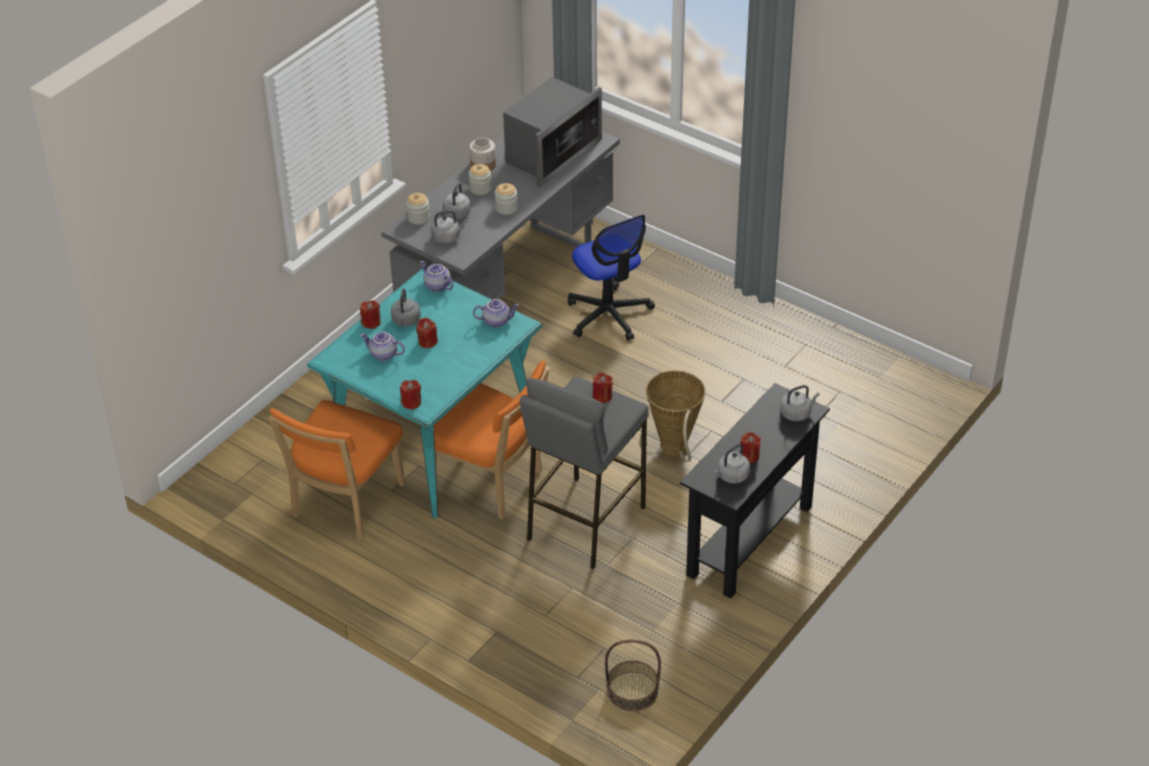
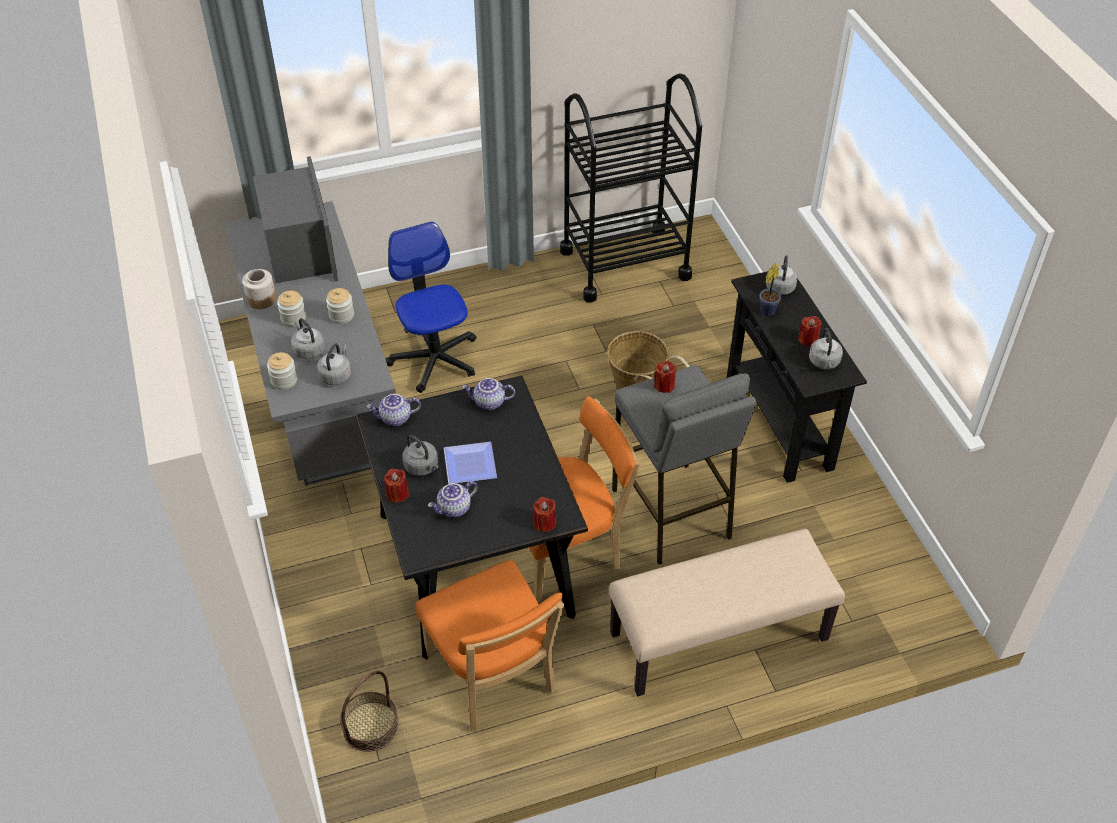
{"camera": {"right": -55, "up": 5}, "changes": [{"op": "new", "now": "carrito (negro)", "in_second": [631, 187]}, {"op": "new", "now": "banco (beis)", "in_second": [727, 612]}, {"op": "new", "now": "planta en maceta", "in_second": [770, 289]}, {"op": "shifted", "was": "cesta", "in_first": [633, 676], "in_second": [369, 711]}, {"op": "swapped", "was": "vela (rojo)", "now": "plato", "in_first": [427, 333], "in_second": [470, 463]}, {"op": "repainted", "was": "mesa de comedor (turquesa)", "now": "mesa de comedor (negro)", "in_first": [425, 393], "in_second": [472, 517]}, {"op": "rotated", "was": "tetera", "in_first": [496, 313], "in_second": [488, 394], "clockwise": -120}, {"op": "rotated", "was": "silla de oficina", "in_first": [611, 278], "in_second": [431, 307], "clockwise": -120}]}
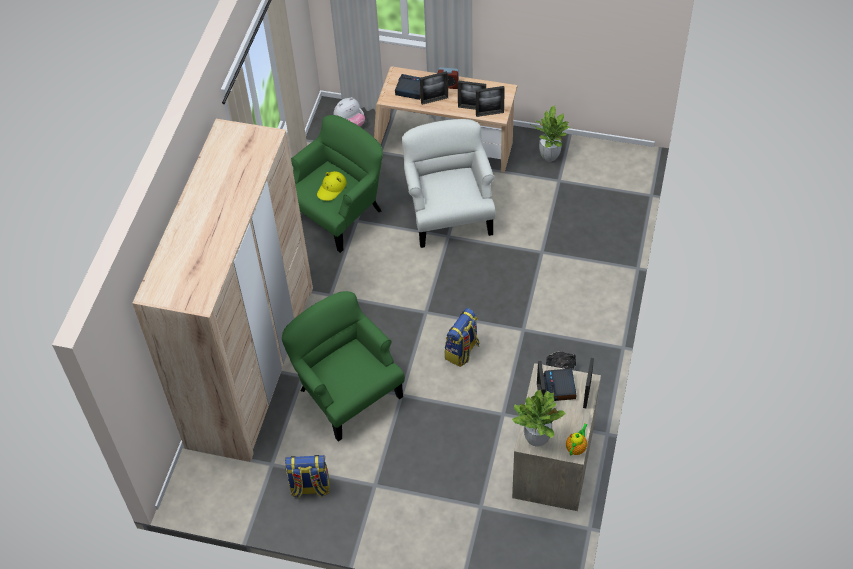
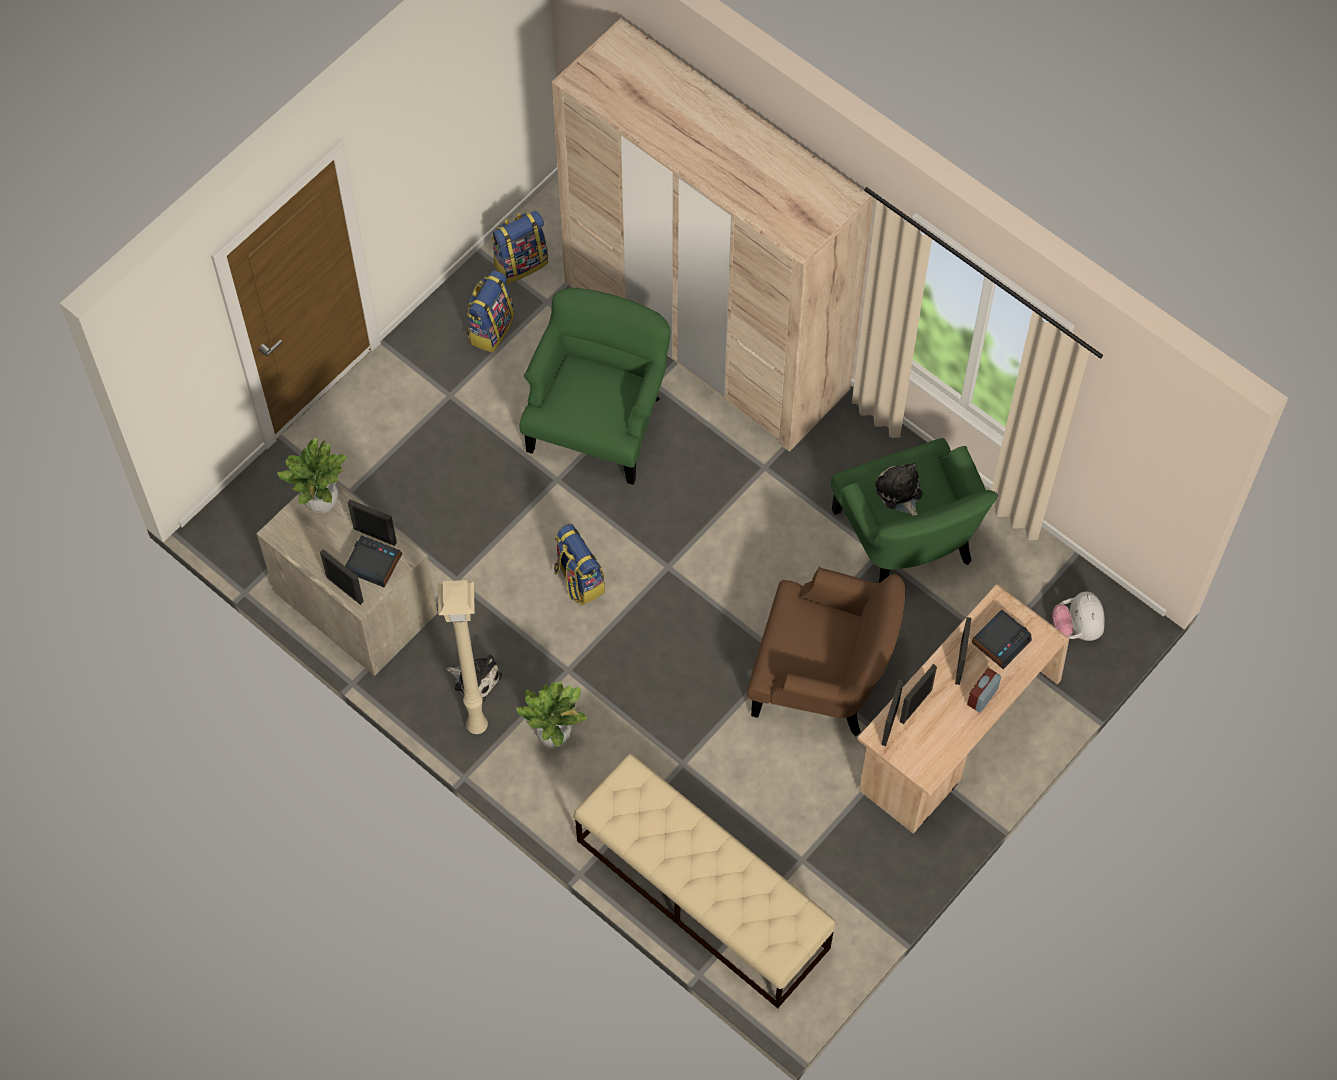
{"camera": {"right": 115, "up": 10}, "changes": [{"op": "gone", "was": "tetera", "in_first": [577, 440]}, {"op": "new", "now": "lámpara de pie (beis)", "in_second": [463, 657]}, {"op": "new", "now": "mochila", "in_second": [520, 247]}, {"op": "new", "now": "banco (beis)", "in_second": [705, 881]}, {"op": "shifted", "was": "planta en maceta", "in_first": [550, 133], "in_second": [551, 714]}, {"op": "swapped", "was": "sombrero (amarillo)", "now": "peluche", "in_first": [332, 186], "in_second": [899, 489]}, {"op": "repainted", "was": "sillón (blanco)", "now": "sillón (marrón)", "in_first": [449, 183], "in_second": [826, 652]}, {"op": "rotated", "was": "sillón (verde)", "in_first": [343, 366], "in_second": [595, 386], "clockwise": -60}]}
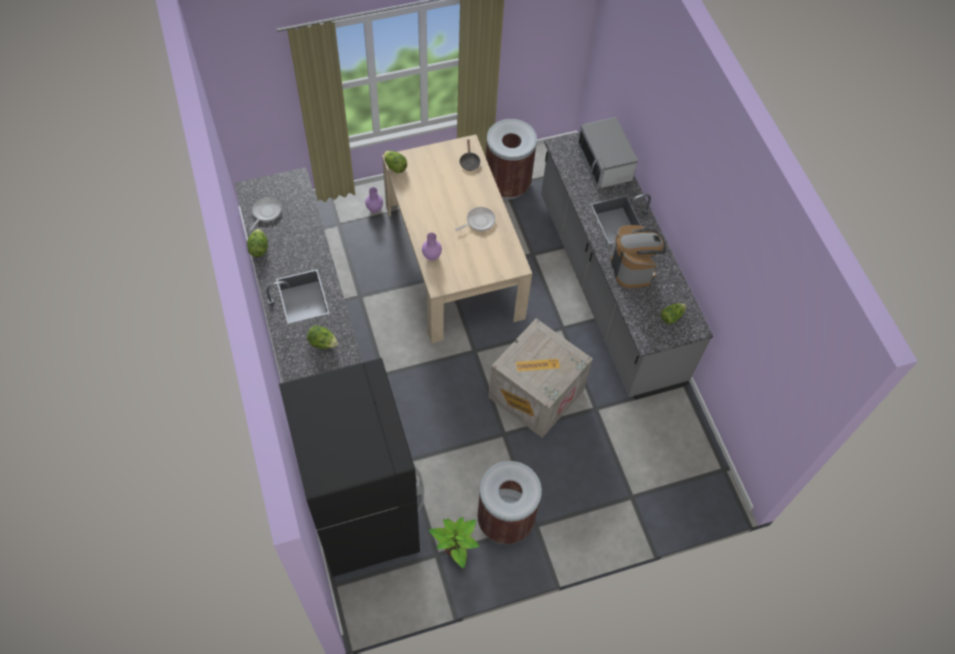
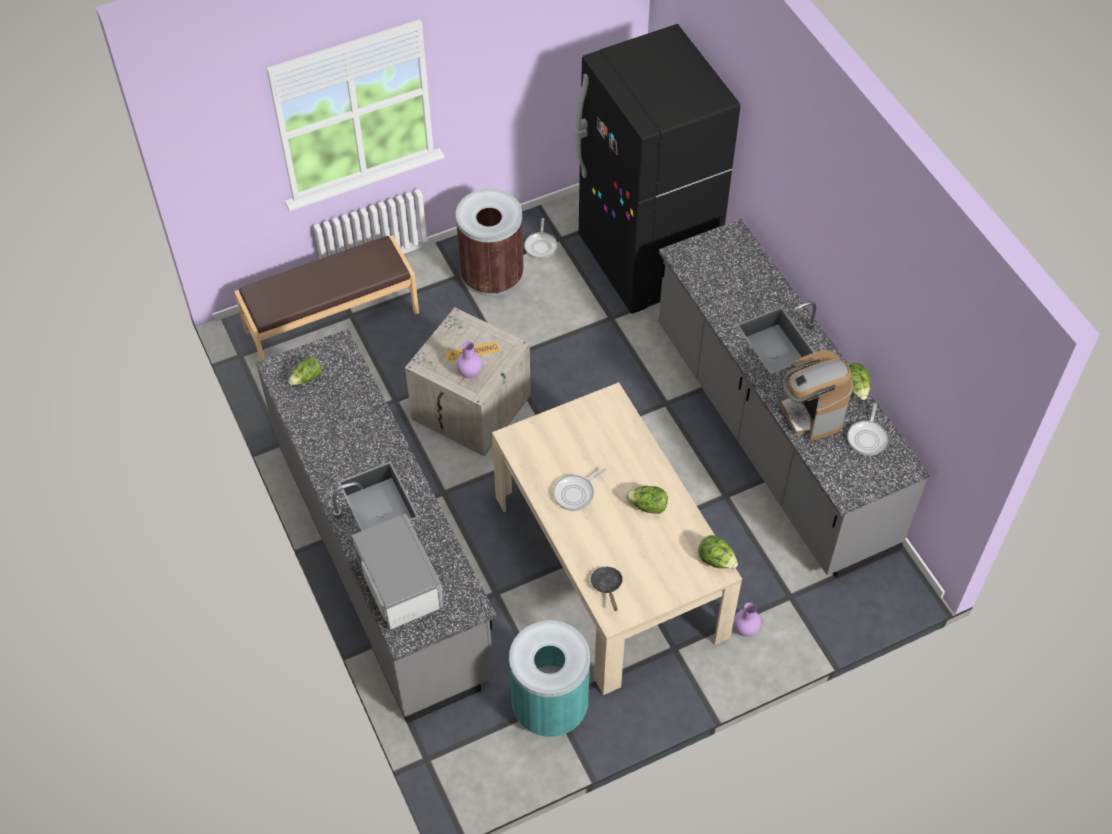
{"camera": {"right": 175, "up": -5}, "changes": [{"op": "new", "now": "banco (marrón)", "in_second": [326, 298]}, {"op": "shifted", "was": "lechuga", "in_first": [322, 337], "in_second": [647, 500]}, {"op": "shifted", "was": "florero (morado)", "in_first": [432, 246], "in_second": [469, 359]}, {"op": "shifted", "was": "cafetera", "in_first": [638, 256], "in_second": [816, 395]}, {"op": "swapped", "was": "planta en maceta", "now": "sartén", "in_first": [454, 542], "in_second": [541, 238]}, {"op": "repainted", "was": "papelera (marrón)", "now": "papelera (turquesa)", "in_first": [511, 159], "in_second": [549, 678]}]}
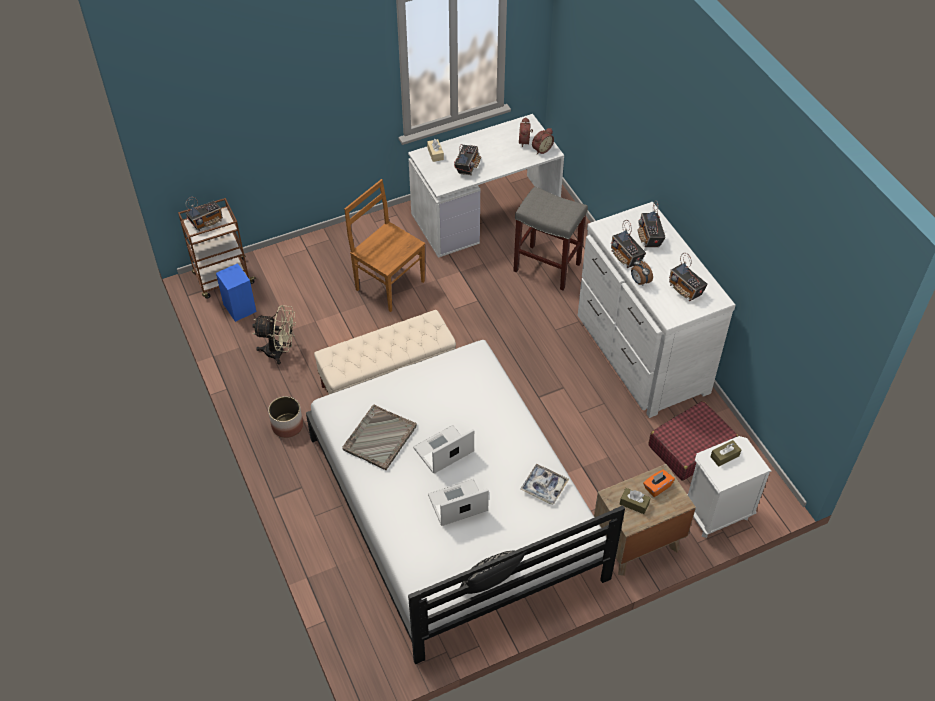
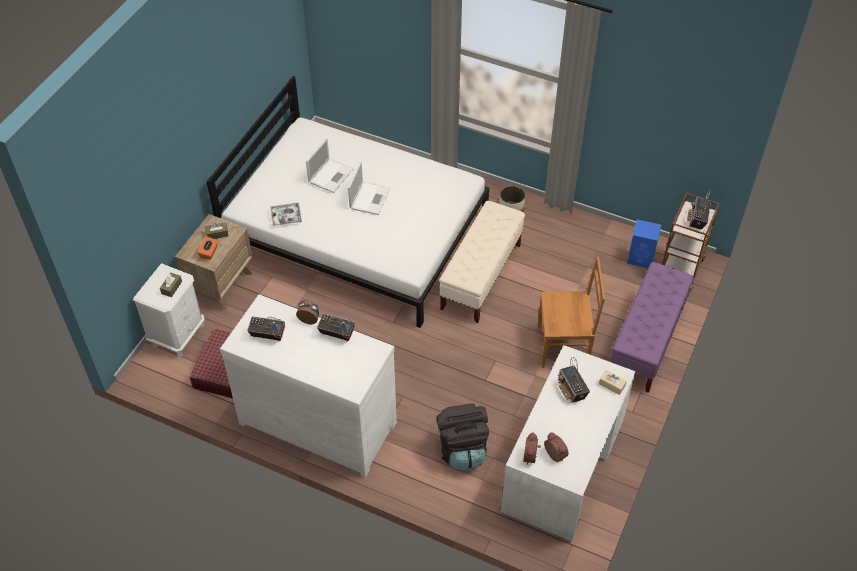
{"camera": {"right": 140, "up": 0}, "changes": [{"op": "gone", "was": "ventilador (beis)", "in_first": [274, 334]}, {"op": "gone", "was": "bandeja (gris)", "in_first": [379, 438]}, {"op": "gone", "was": "cojín (negro)", "in_first": [493, 572]}, {"op": "gone", "was": "radio", "in_first": [652, 224]}, {"op": "new", "now": "banco (morado)", "in_second": [652, 327]}, {"op": "swapped", "was": "taburete (gris)", "now": "mochila (negro)", "in_first": [550, 238], "in_second": [463, 437]}]}
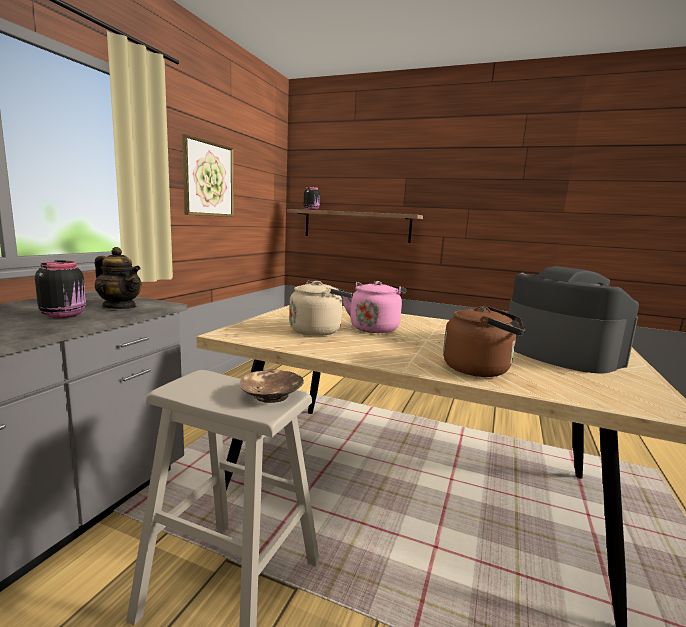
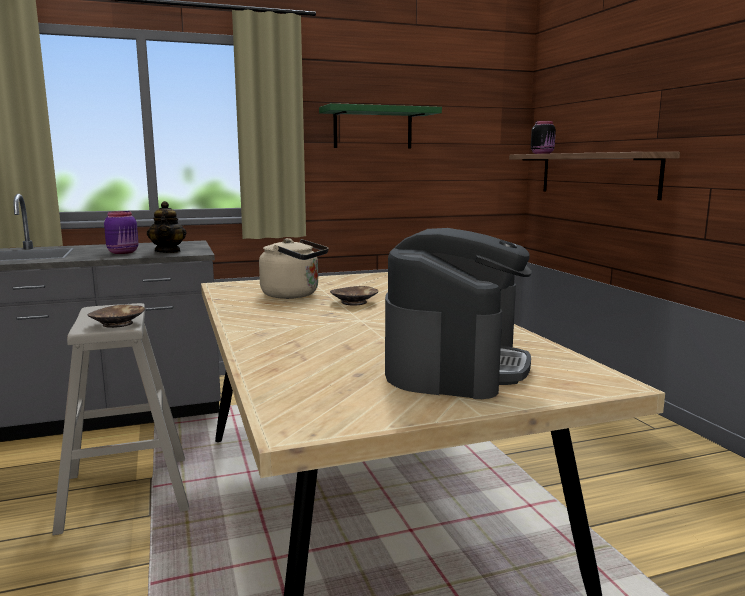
{"camera": {"right": 50, "up": 0}, "changes": [{"op": "gone", "was": "hervidor (marrón)", "in_first": [484, 341]}, {"op": "swapped", "was": "cuadro", "now": "estante (verde)", "in_first": [208, 175], "in_second": [380, 126]}, {"op": "swapped", "was": "hervidor (rosa)", "now": "cuenco (marrón)", "in_first": [374, 307], "in_second": [354, 295]}, {"op": "repainted", "was": "tarro (negro)", "now": "tarro (morado)", "in_first": [60, 289], "in_second": [121, 232]}]}
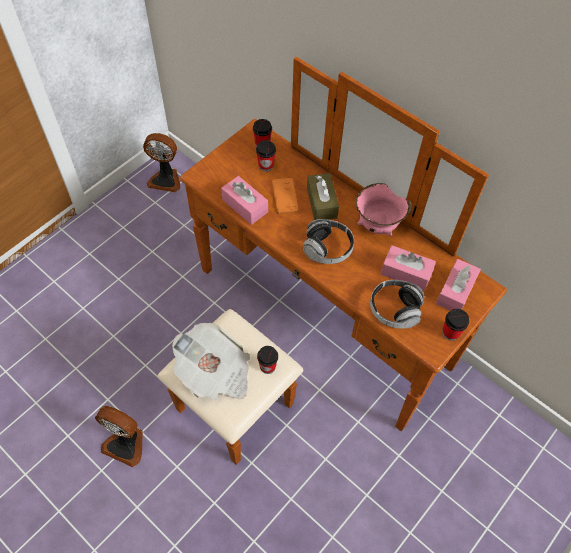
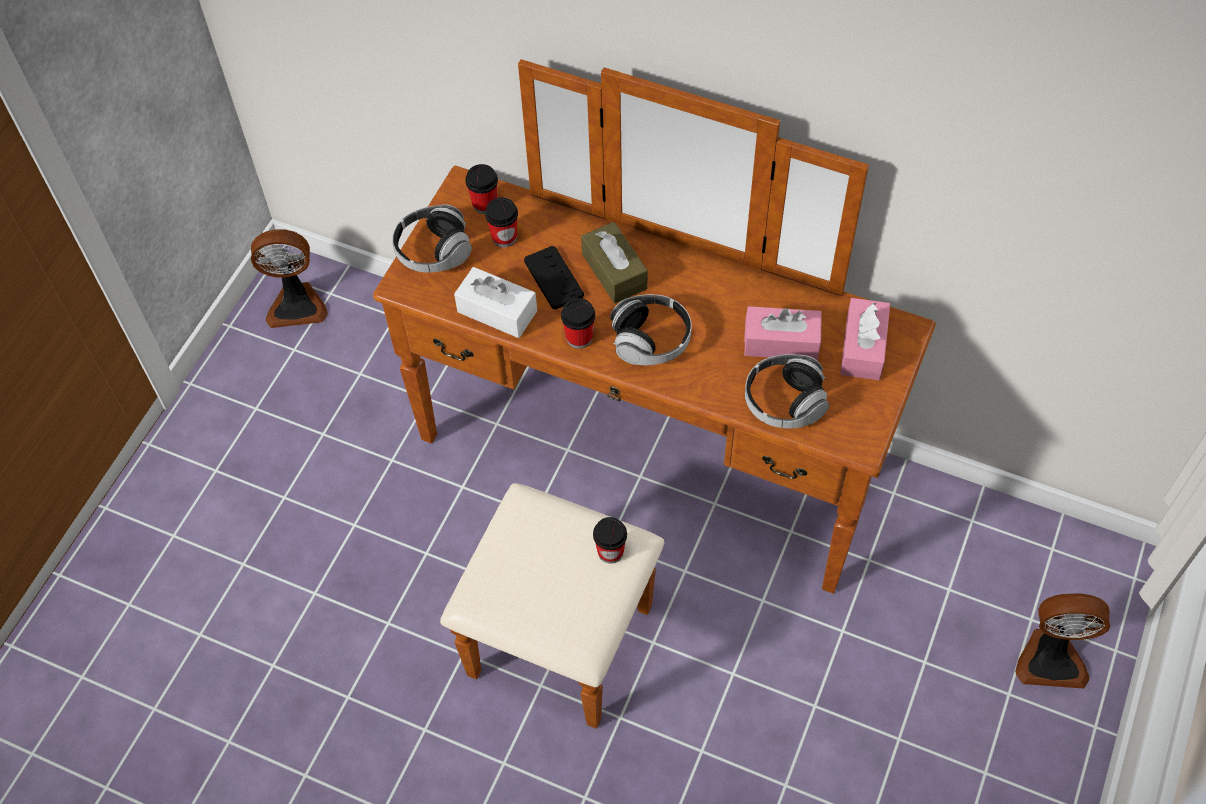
{"camera": {"right": -15, "up": 0}, "changes": [{"op": "gone", "was": "periódico", "in_first": [211, 361]}, {"op": "gone", "was": "cuenco (rosa)", "in_first": [384, 209]}, {"op": "new", "now": "auriculares", "in_second": [432, 238]}, {"op": "shifted", "was": "ventilador", "in_first": [119, 436], "in_second": [1062, 641]}, {"op": "shifted", "was": "taza", "in_first": [455, 325], "in_second": [578, 323]}, {"op": "repainted", "was": "caja de pañuelos (rosa)", "now": "caja de pañuelos (blanco)", "in_first": [244, 200], "in_second": [495, 302]}, {"op": "repainted", "was": "mando de consola (naranja)", "now": "mando de consola (negro)", "in_first": [285, 196], "in_second": [554, 278]}]}
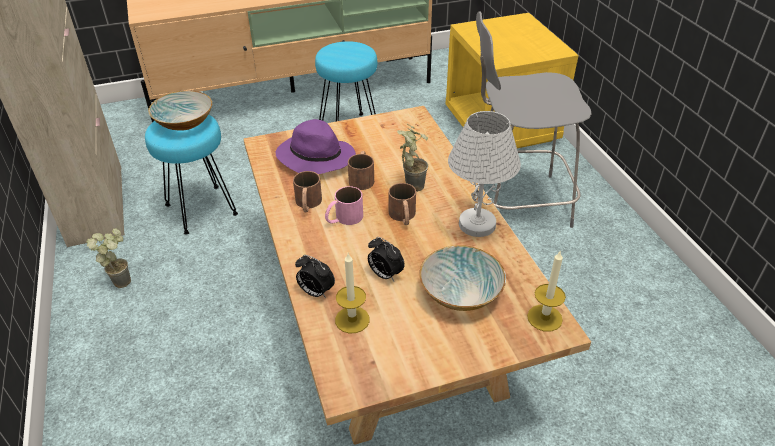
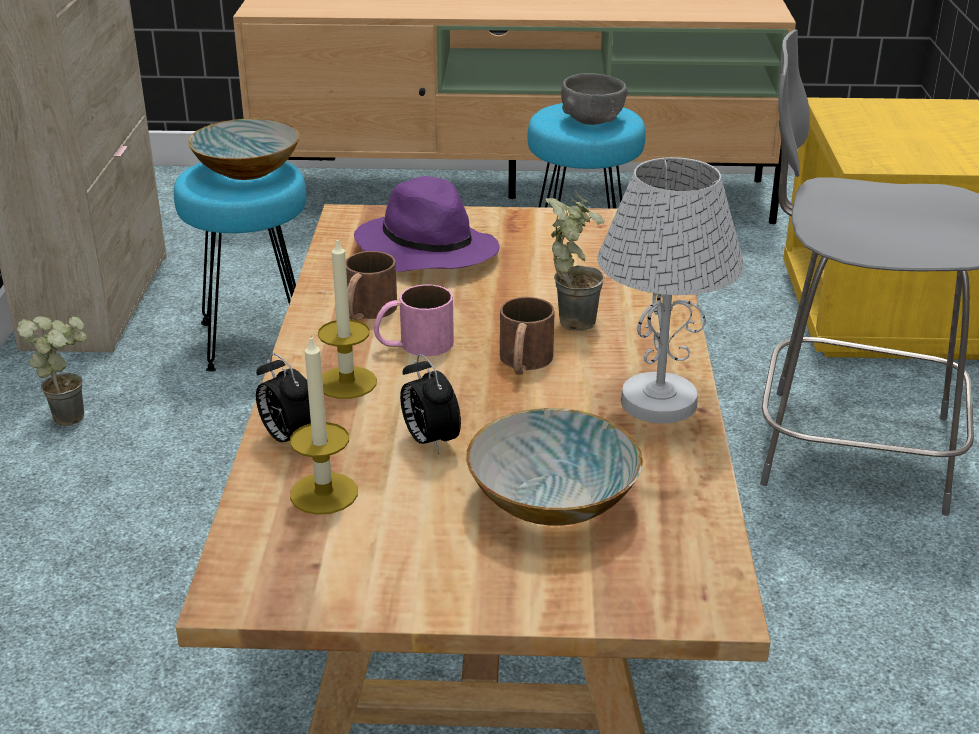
{"camera": {"right": 20, "up": -10}, "changes": [{"op": "gone", "was": "taza grande (marrón)", "in_first": [361, 170]}, {"op": "new", "now": "cuenco (gris)", "in_second": [594, 99]}, {"op": "shifted", "was": "vela", "in_first": [546, 291], "in_second": [347, 318]}]}
